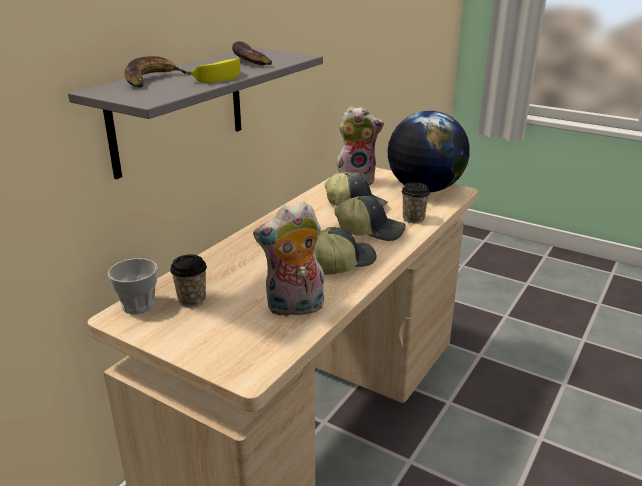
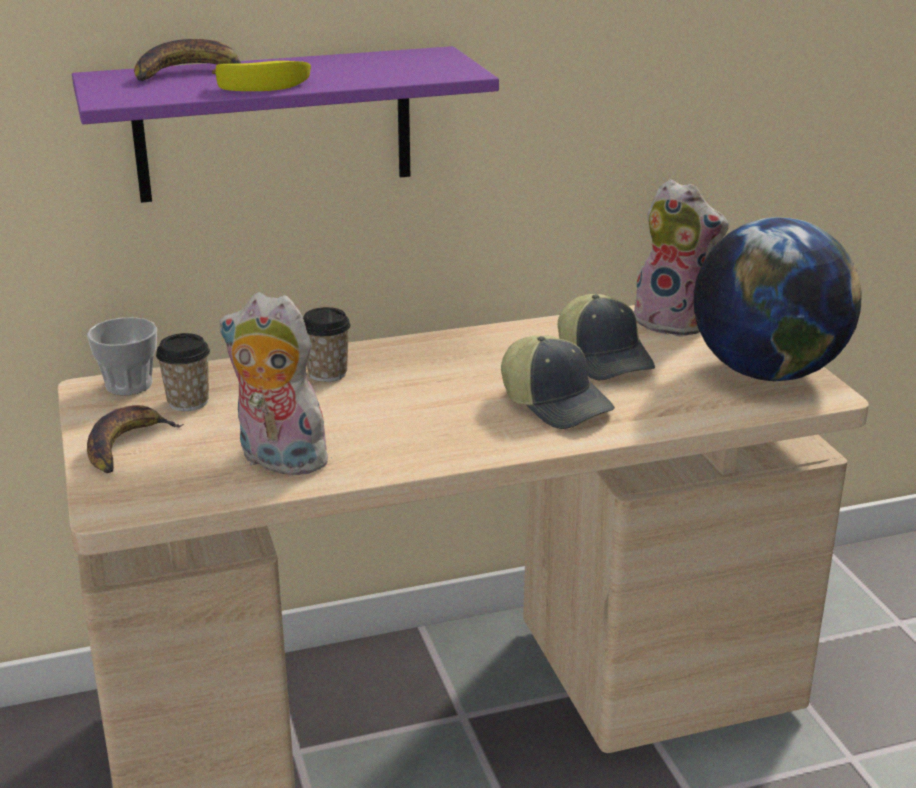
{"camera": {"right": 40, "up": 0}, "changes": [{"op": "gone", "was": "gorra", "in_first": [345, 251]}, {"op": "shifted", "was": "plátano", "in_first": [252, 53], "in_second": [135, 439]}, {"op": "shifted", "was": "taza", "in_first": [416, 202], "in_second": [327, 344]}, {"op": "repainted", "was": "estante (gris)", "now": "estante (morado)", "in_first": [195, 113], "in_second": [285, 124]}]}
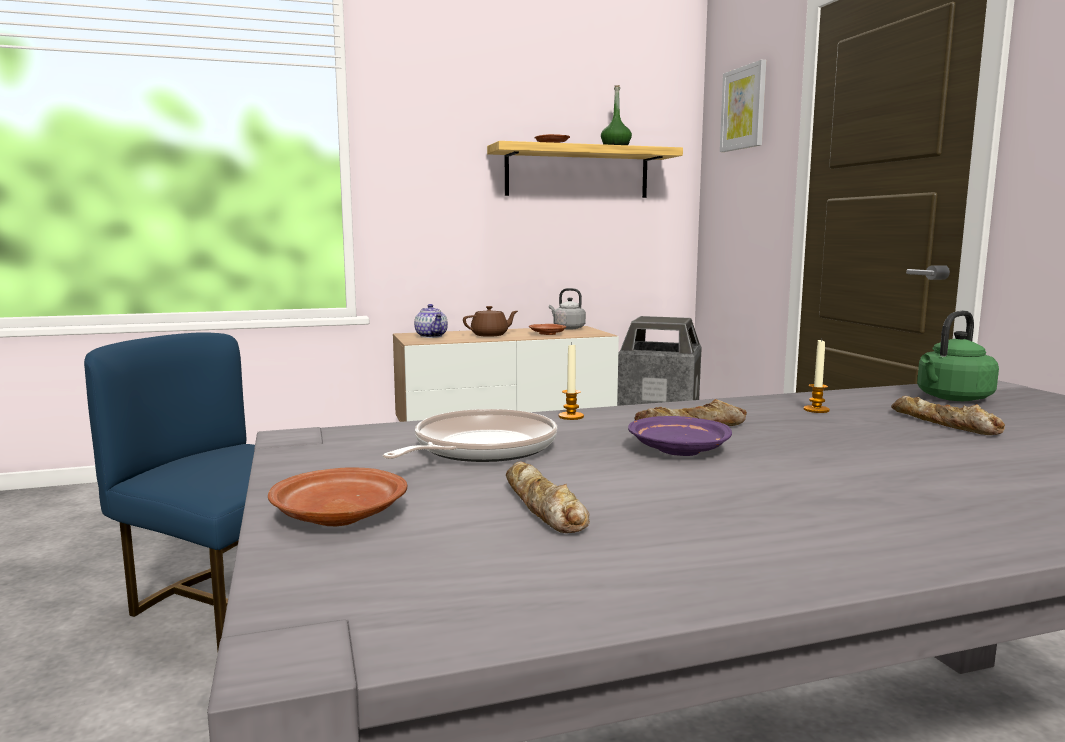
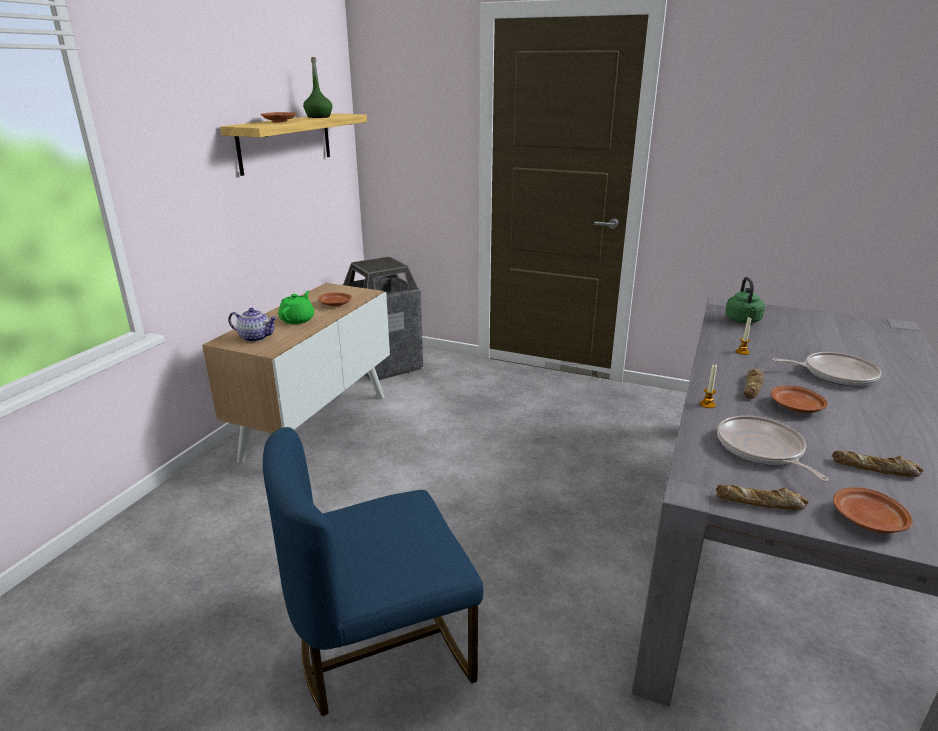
{"camera": {"right": -50, "up": 15}, "changes": [{"op": "gone", "was": "hervidor (gris)", "in_first": [567, 308]}, {"op": "gone", "was": "cuadro", "in_first": [743, 106]}, {"op": "new", "now": "sartén", "in_second": [827, 369]}, {"op": "shifted", "was": "pan", "in_first": [948, 415], "in_second": [762, 497]}, {"op": "repainted", "was": "tetera (marrón)", "now": "tetera (verde)", "in_first": [490, 321], "in_second": [296, 307]}, {"op": "repainted", "was": "plato (morado)", "now": "plato (marrón)", "in_first": [680, 436], "in_second": [799, 399]}]}
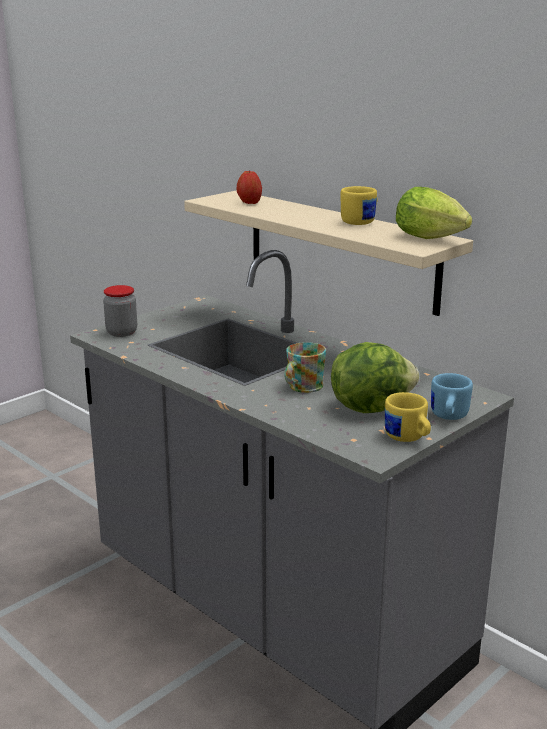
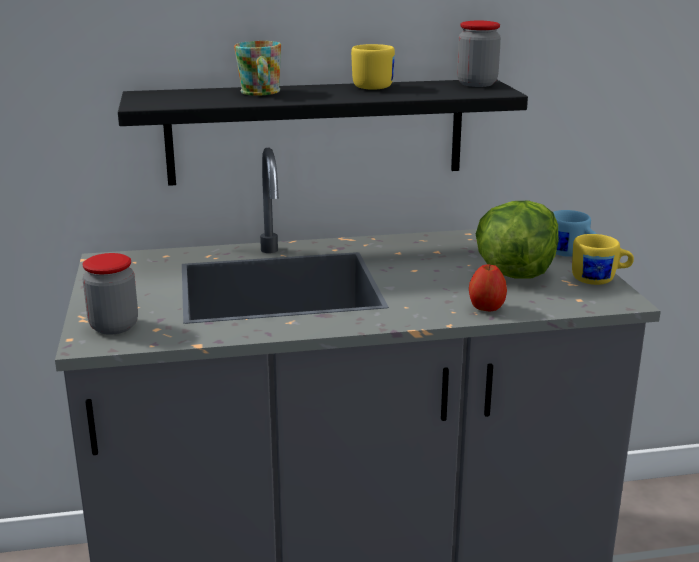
{"camera": {"right": -55, "up": 0}, "changes": [{"op": "shifted", "was": "manzana", "in_first": [249, 187], "in_second": [488, 287]}, {"op": "shifted", "was": "taza grande", "in_first": [305, 367], "in_second": [257, 68]}, {"op": "swapped", "was": "lechuga", "now": "tarro", "in_first": [434, 213], "in_second": [479, 54]}, {"op": "repainted", "was": "estante (beis)", "now": "estante (negro)", "in_first": [328, 253], "in_second": [323, 133]}]}
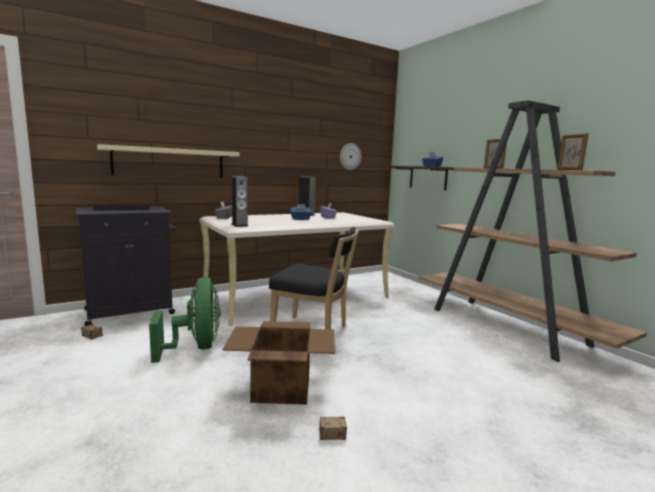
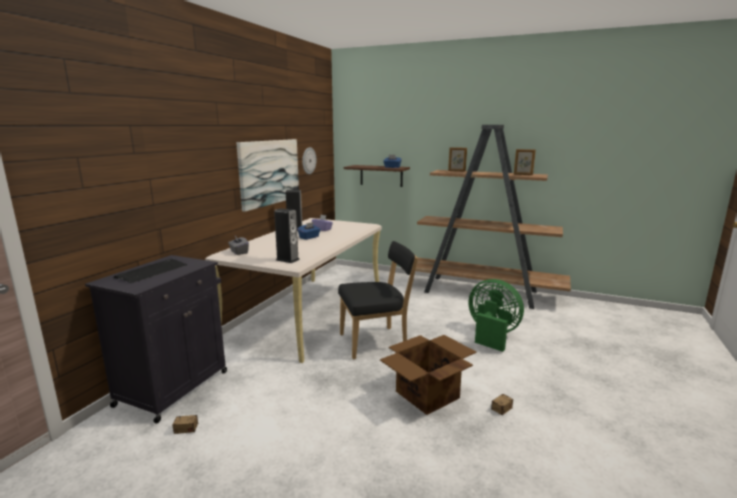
{"camera": {"right": -35, "up": 5}, "changes": [{"op": "gone", "was": "estante (beis)", "in_first": [168, 160]}, {"op": "new", "now": "cuadro", "in_second": [267, 175]}, {"op": "shifted", "was": "ventilador (verde)", "in_first": [184, 320], "in_second": [496, 315]}]}
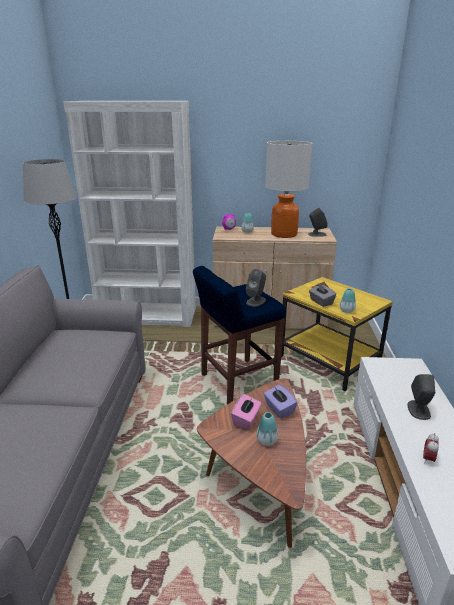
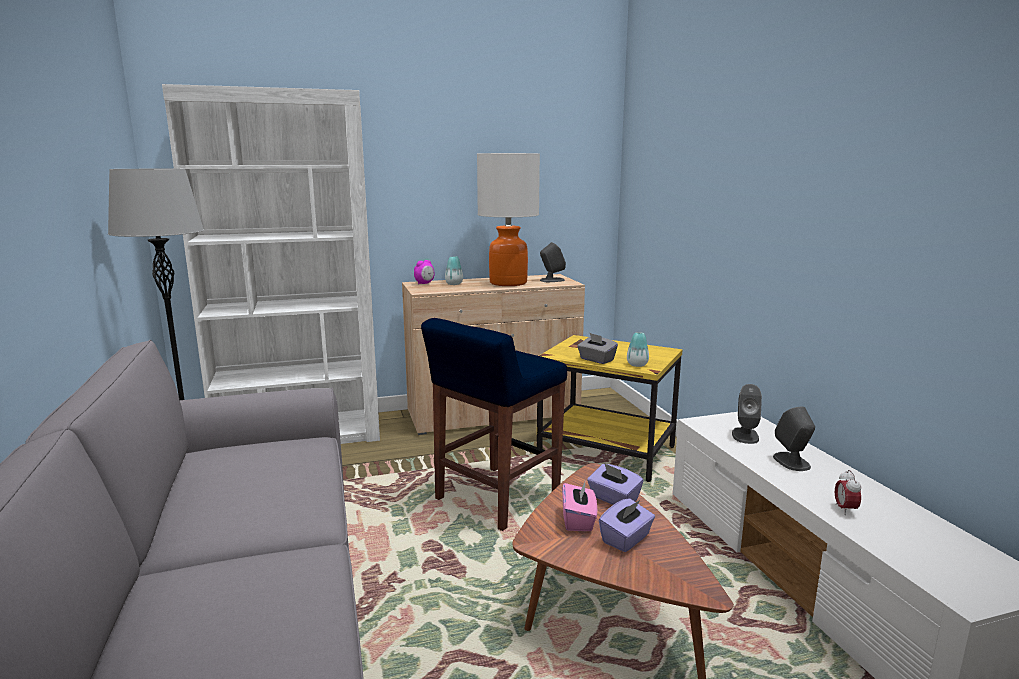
{"camera": {"right": -20, "up": -10}, "changes": [{"op": "shifted", "was": "altavoz (gris)", "in_first": [256, 288], "in_second": [747, 414]}, {"op": "swapped", "was": "florero", "now": "caja de pañuelos (morado)", "in_first": [267, 429], "in_second": [627, 525]}]}
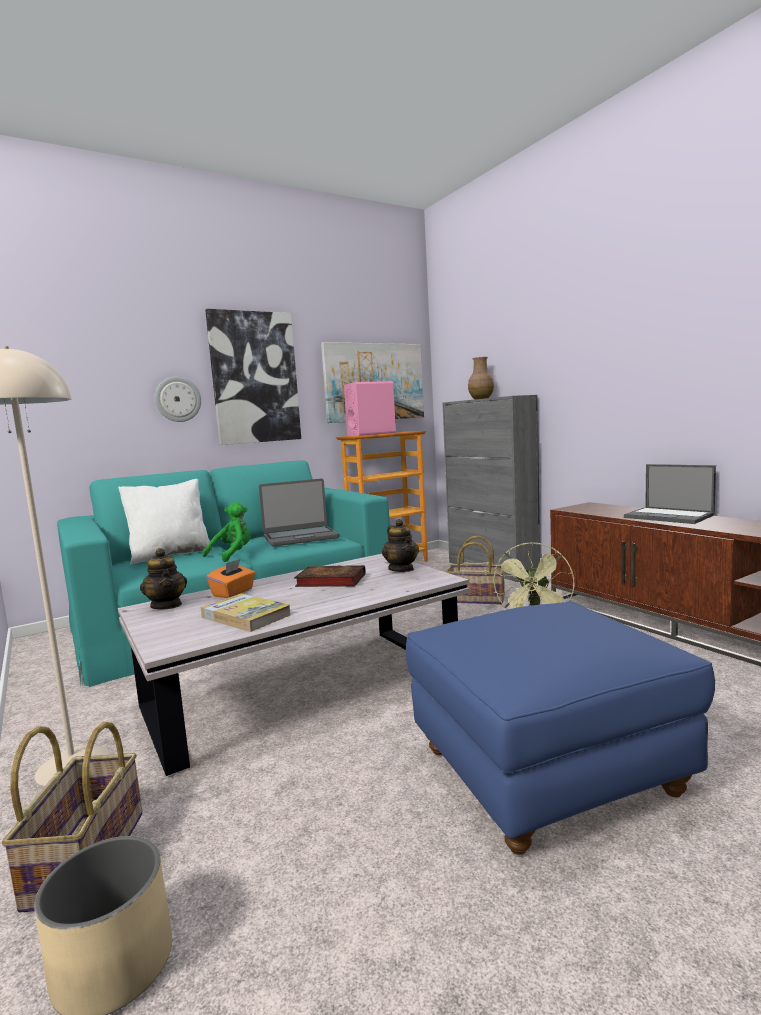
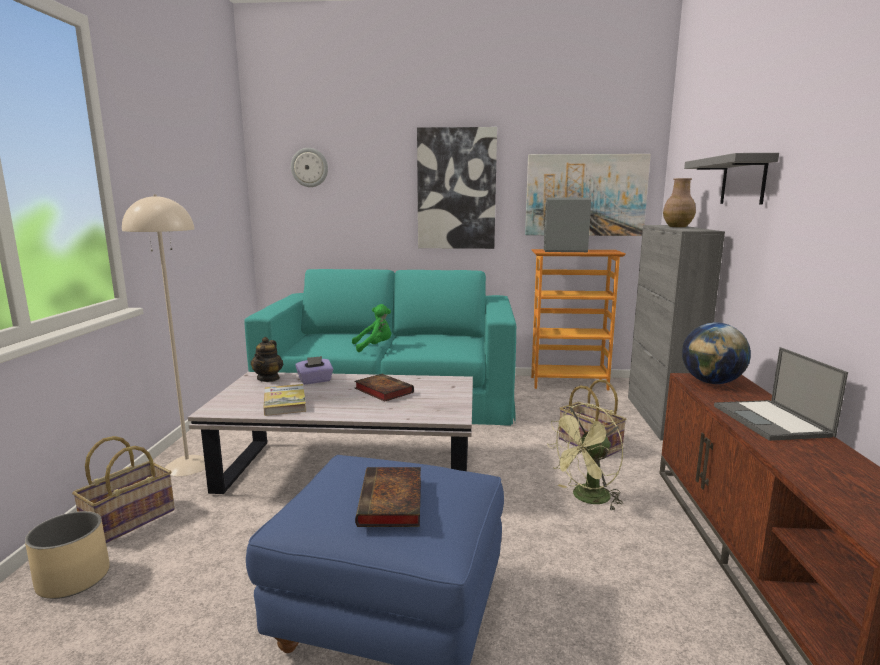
{"camera": {"right": 35, "up": 5}, "changes": [{"op": "gone", "was": "cojín (blanco)", "in_first": [165, 522]}, {"op": "gone", "was": "portátil", "in_first": [299, 513]}, {"op": "gone", "was": "tetera", "in_first": [400, 545]}, {"op": "new", "now": "libro", "in_second": [388, 497]}, {"op": "new", "now": "globo terráqueo", "in_second": [716, 353]}, {"op": "new", "now": "estante (gris)", "in_second": [731, 179]}, {"op": "shifted", "was": "reloj de pared", "in_first": [178, 399], "in_second": [309, 167]}, {"op": "repainted", "was": "caja de pañuelos (naranja)", "now": "caja de pañuelos (morado)", "in_first": [231, 578], "in_second": [314, 370]}, {"op": "repainted", "was": "altavoz (rosa)", "now": "altavoz (gris)", "in_first": [370, 408], "in_second": [568, 225]}]}
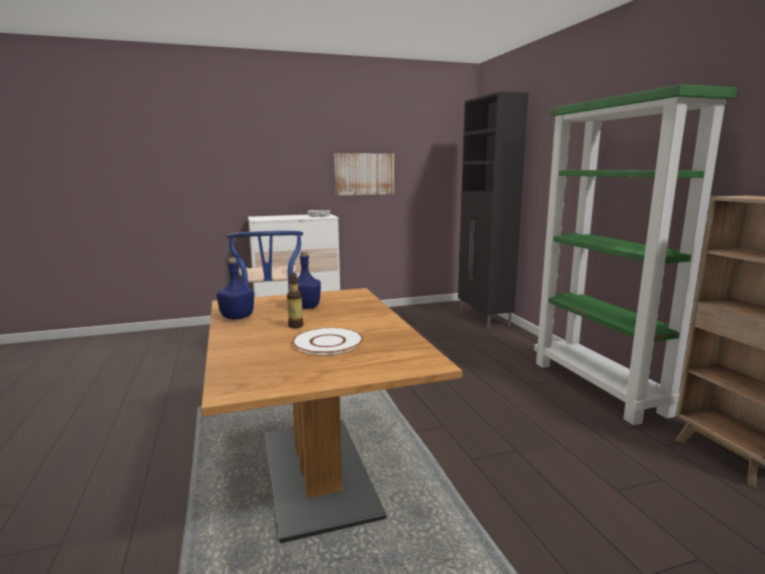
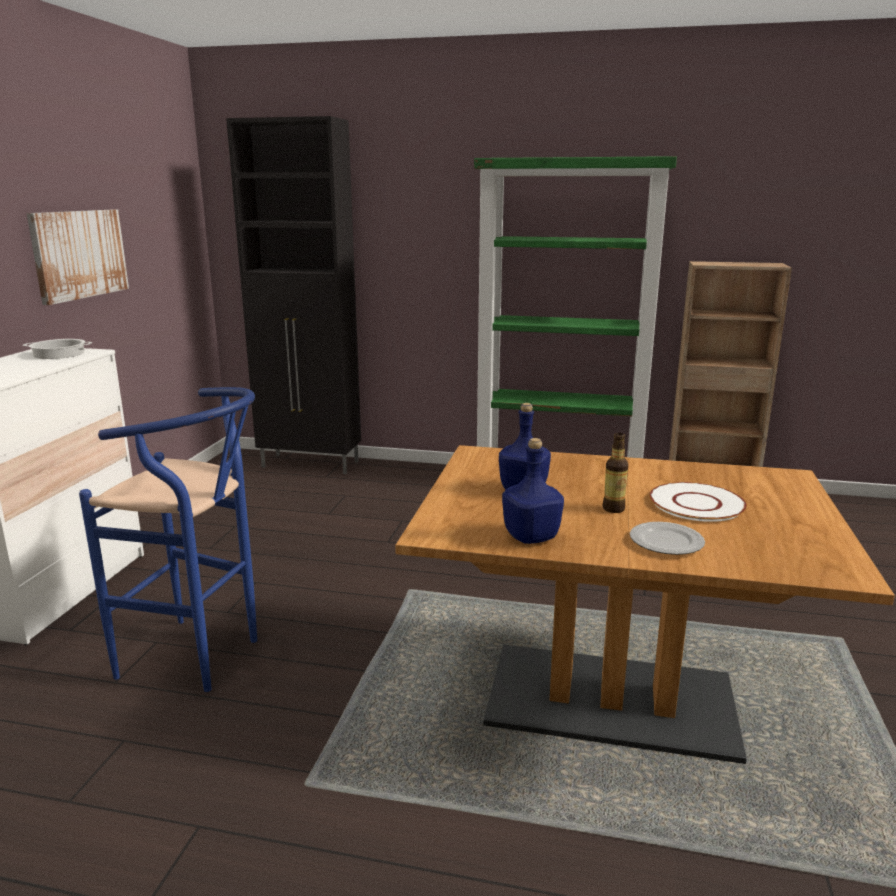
{"camera": {"right": -60, "up": 5}, "changes": [{"op": "new", "now": "plato", "in_second": [667, 538]}]}
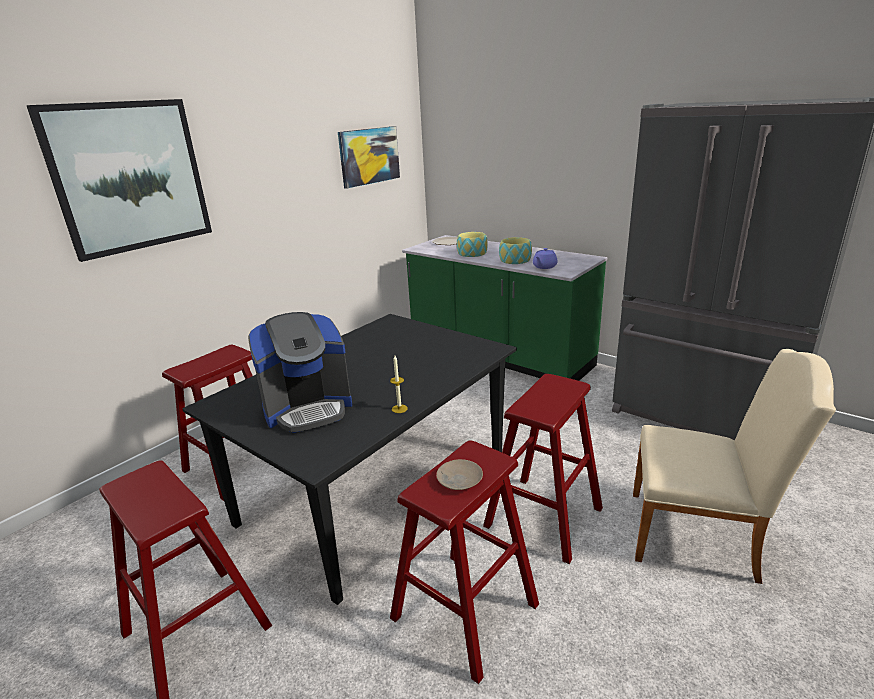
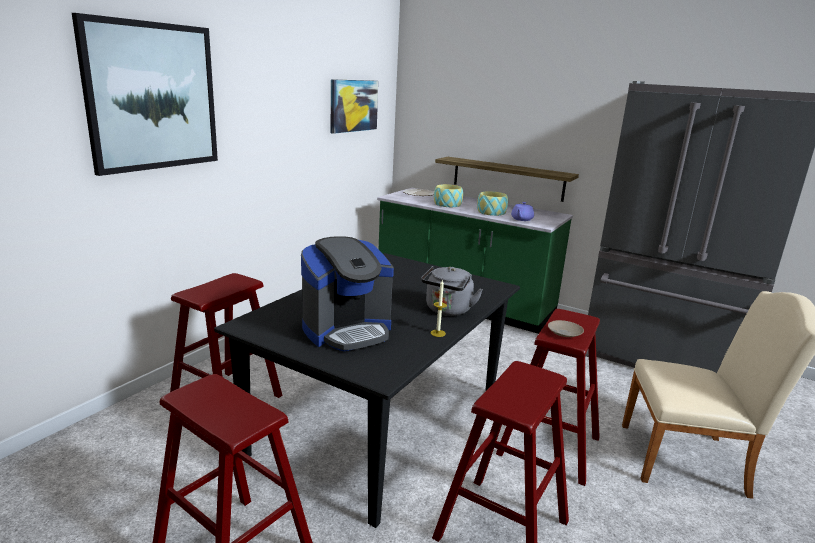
{"camera": {"right": -10, "up": -5}, "changes": [{"op": "new", "now": "hervidor (gris)", "in_second": [452, 291]}, {"op": "new", "now": "estante", "in_second": [507, 179]}, {"op": "shifted", "was": "plato (beis)", "in_first": [459, 474], "in_second": [566, 328]}]}
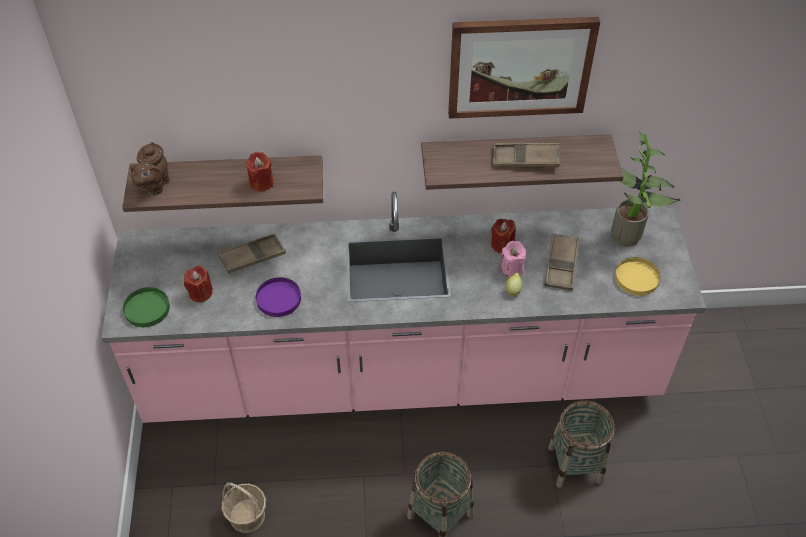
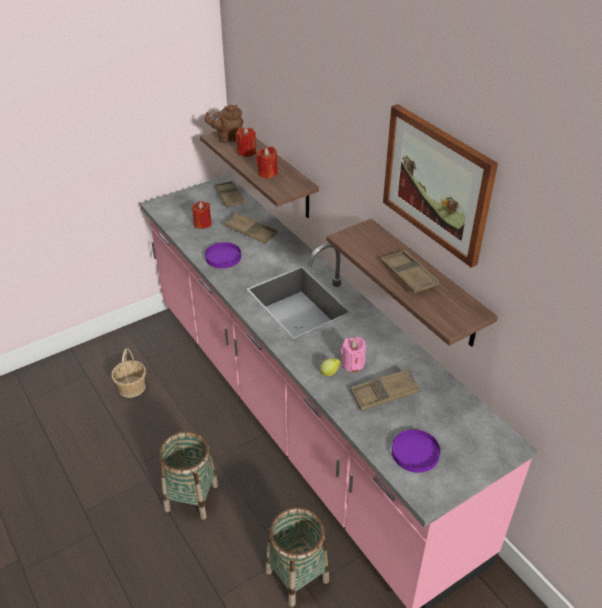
{"camera": {"right": 60, "up": -10}, "changes": [{"op": "gone", "was": "plato (verde)", "in_first": [146, 307]}, {"op": "gone", "was": "planta en maceta", "in_first": [646, 189]}, {"op": "new", "now": "bandeja (marrón)", "in_second": [229, 194]}, {"op": "shifted", "was": "vela (rojo)", "in_first": [503, 236], "in_second": [246, 142]}, {"op": "repainted", "was": "plato (amarillo)", "now": "plato (morado)", "in_first": [637, 276], "in_second": [416, 451]}]}
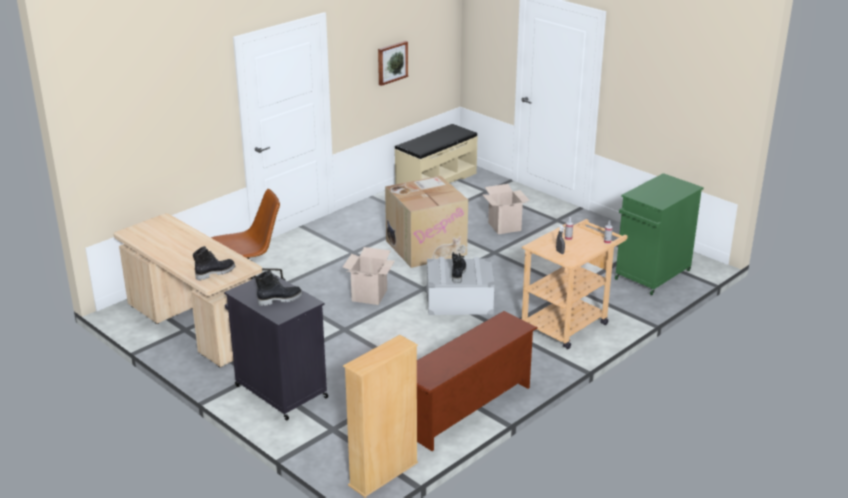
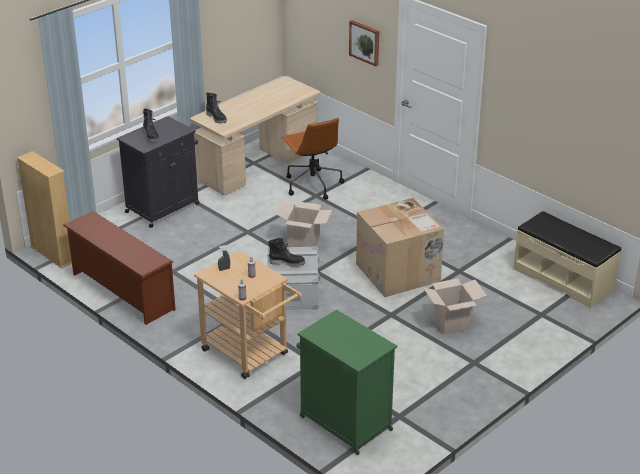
{"camera": {"right": 90, "up": 5}, "changes": [{"op": "shifted", "was": "cuadro", "in_first": [393, 63], "in_second": [364, 43]}]}
